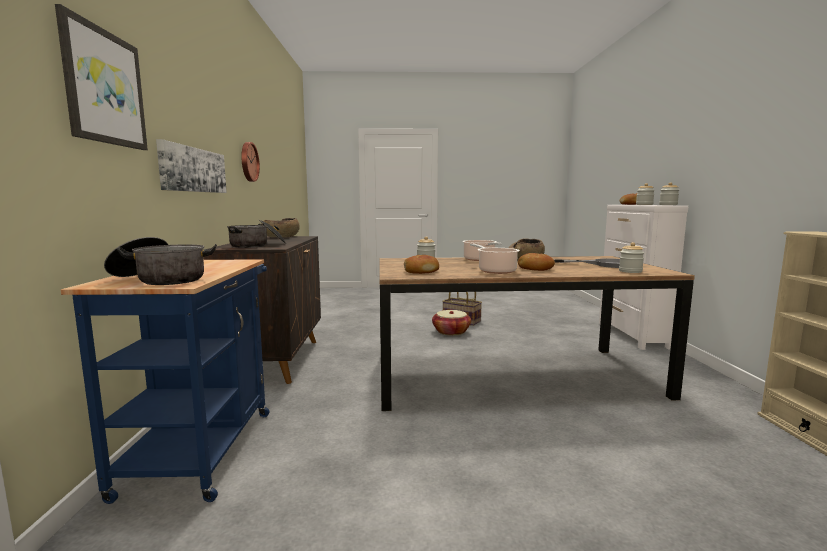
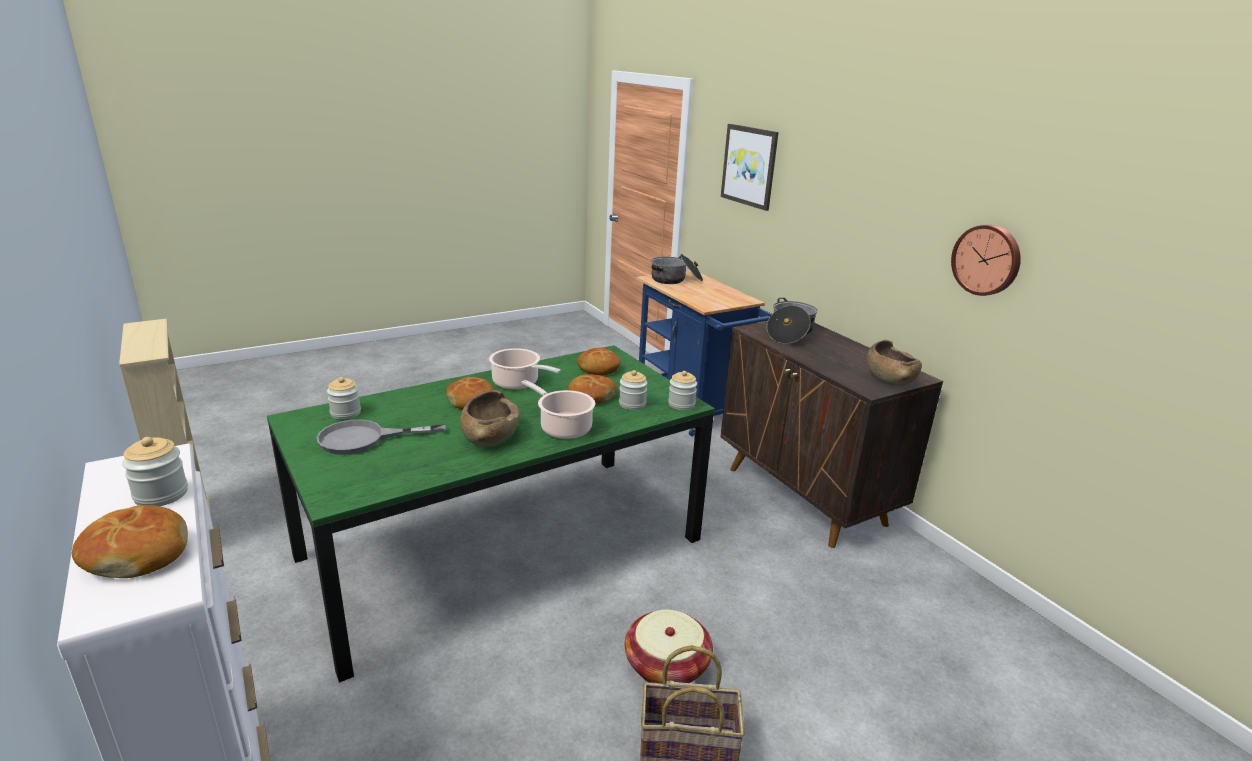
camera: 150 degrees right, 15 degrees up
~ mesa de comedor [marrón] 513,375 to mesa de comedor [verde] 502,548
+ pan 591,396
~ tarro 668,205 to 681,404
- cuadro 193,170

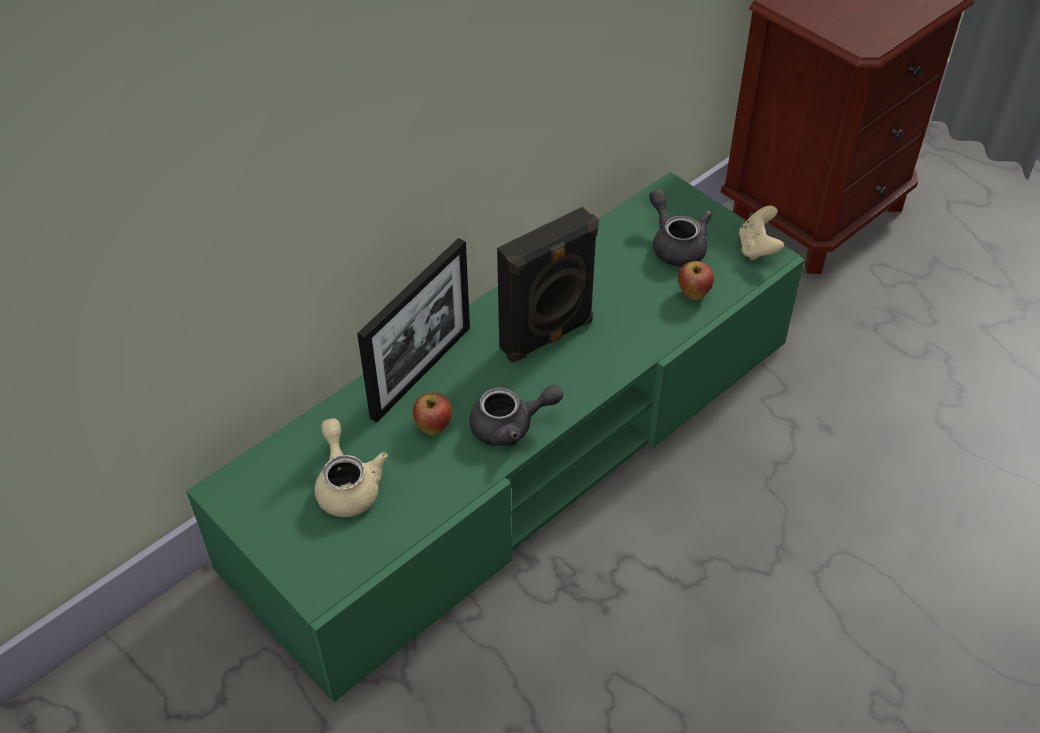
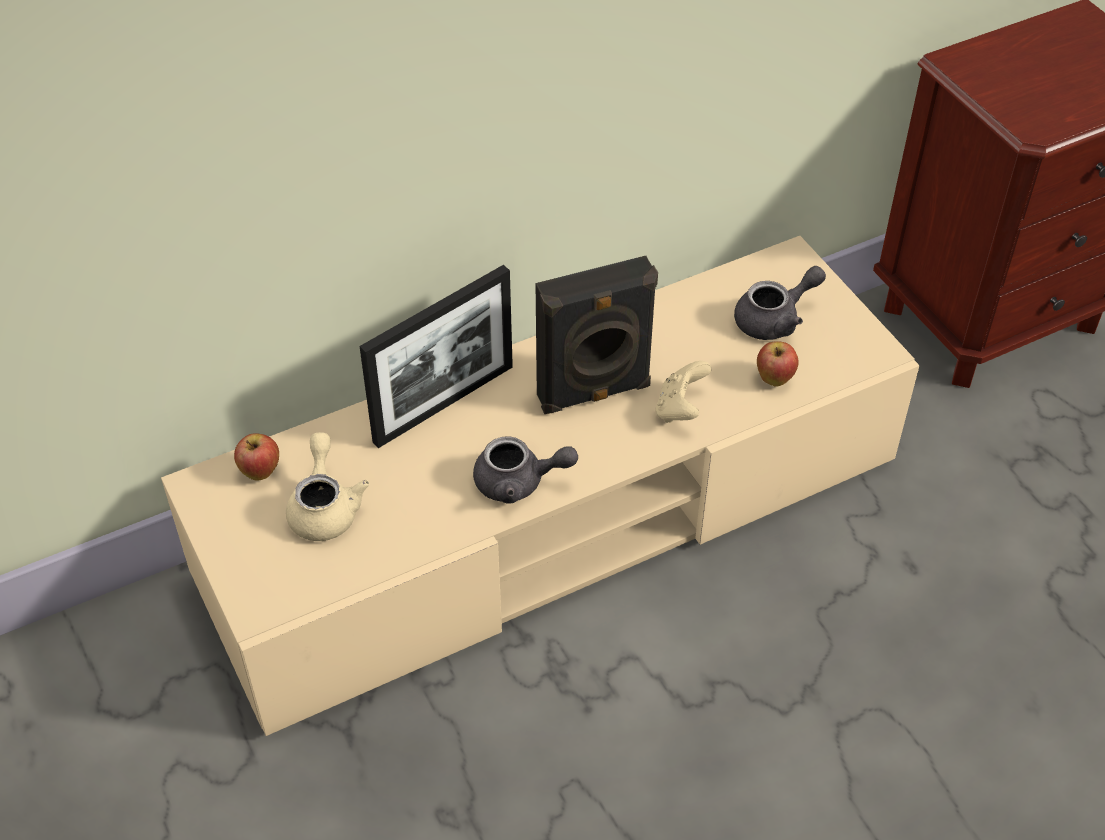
camera: 15 degrees right, 0 degrees up
~ mueble de televisión [verde] 520,453 to mueble de televisión [beis] 552,518
~ manzana 433,427 to 260,472
~ mando de consola [beis] 757,248 to 680,409
~ tetera [gris] 675,244 = 775,319 75 degrees clockwise

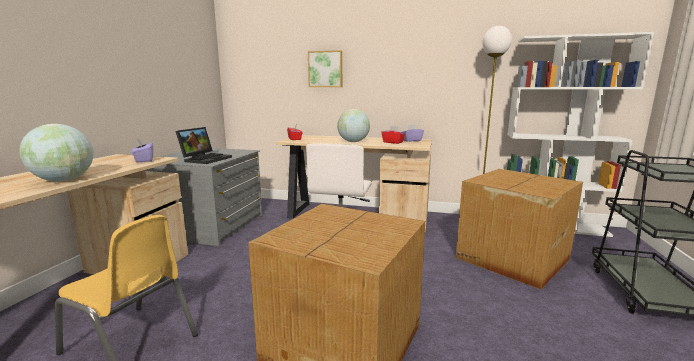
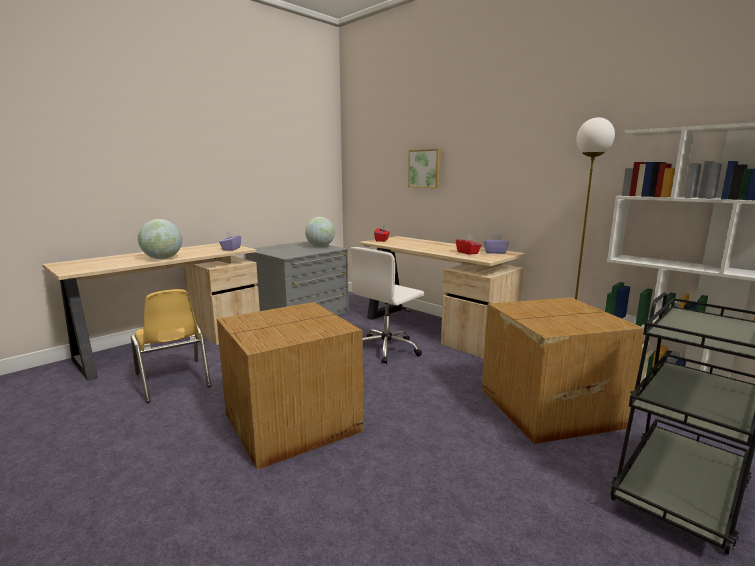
camera: 30 degrees right, 0 degrees up
~ globo terráqueo 353,142 to 320,246
- portátil 206,159

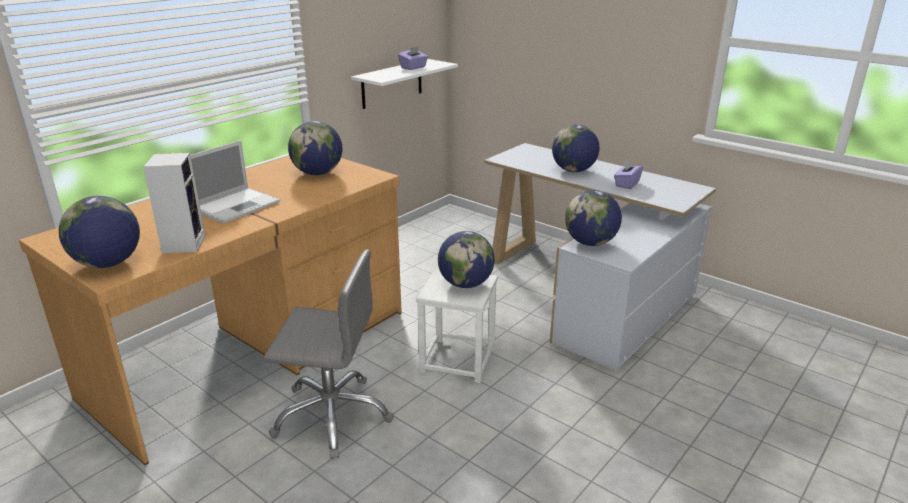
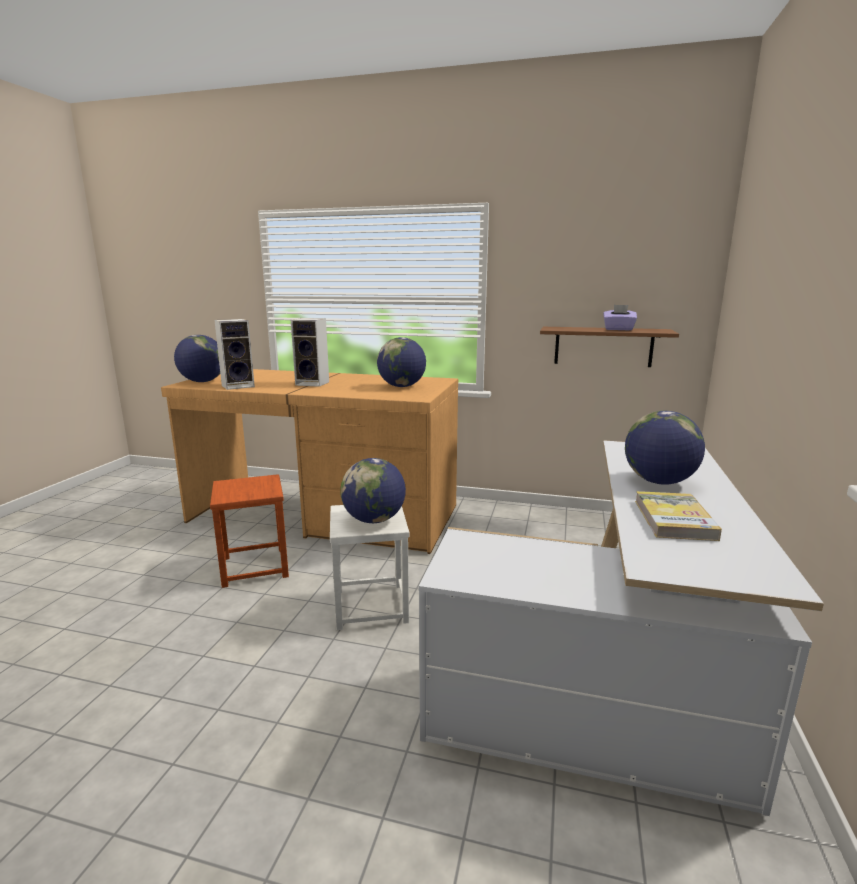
camera: 65 degrees right, 10 degrees down
~ silla de oficina [gris] 332,415 to taburete [marrón] 255,567
~ portátil 237,205 to altavoz 314,383
~ estante [blanco] 392,83 to estante [marrón] 603,346
~ caja de pañuelos [morado] 626,184 to libro 674,519
- globo terráqueo 590,243

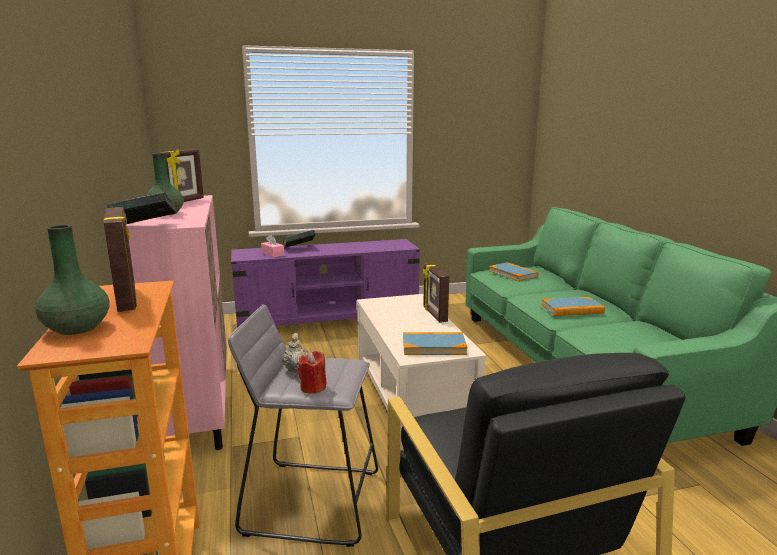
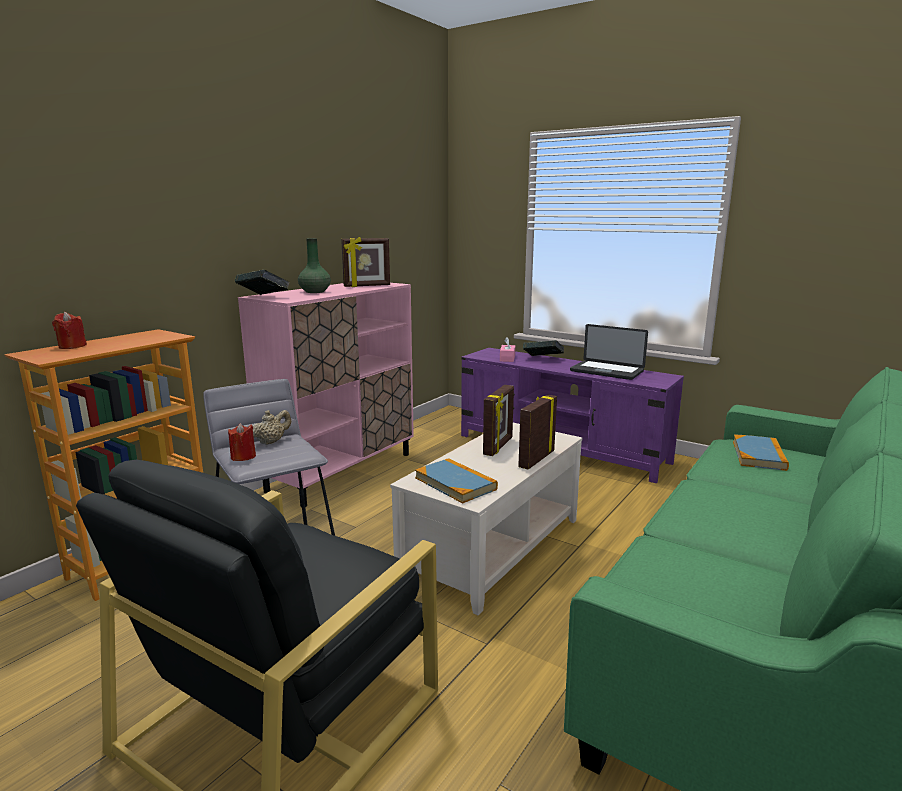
camera: 50 degrees right, 0 degrees up
~ florero [verde] 76,328 to vela [rojo] 72,346
~ portarretratos 128,298 to 499,446
+ portátil 606,371
- libro 572,309

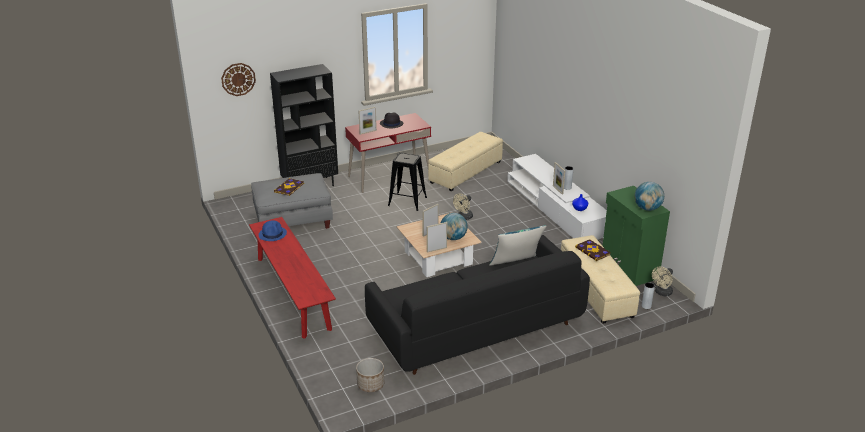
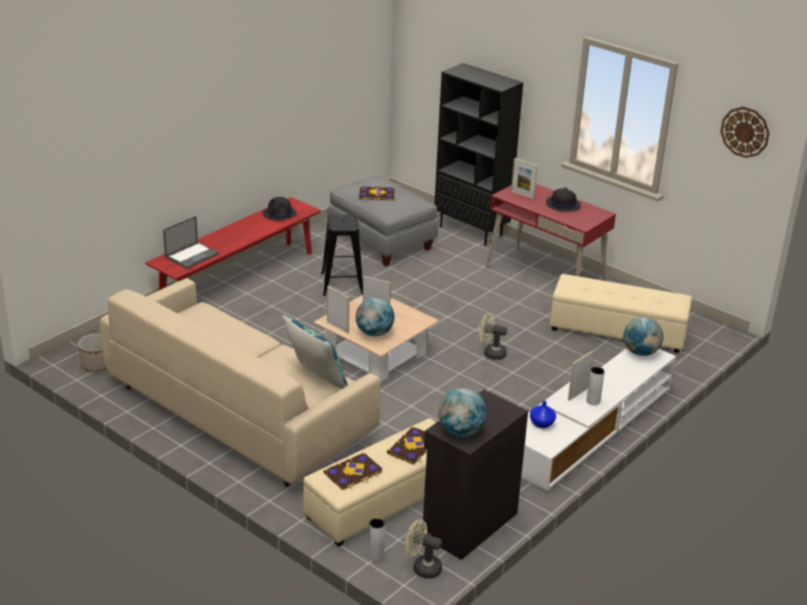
camera: 65 degrees right, 0 degrees up
~ sofá [negro] 475,327 to sofá [beis] 239,412
+ portátil 192,255
~ sombrero [azul] 273,234 to sombrero [negro] 280,214
~ taburete [negro] 407,201 to 342,284
+ libro 353,473
~ armario [verde] 628,268 to armario [negro] 468,524
+ globo terráqueo 640,353
~ reloj de pared 238,79 to 745,132

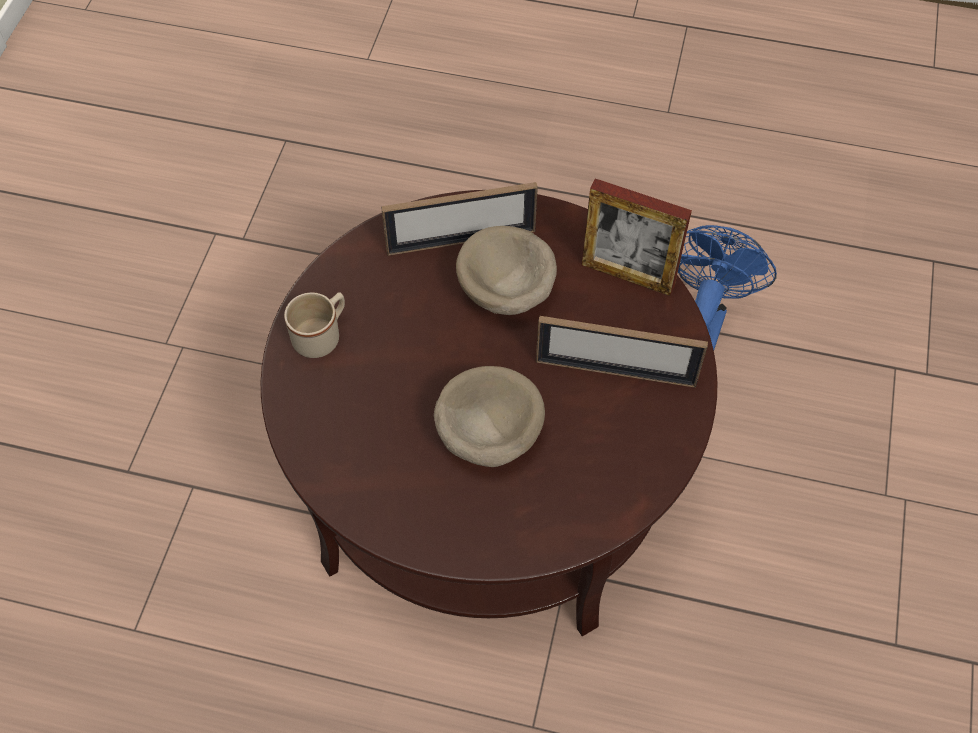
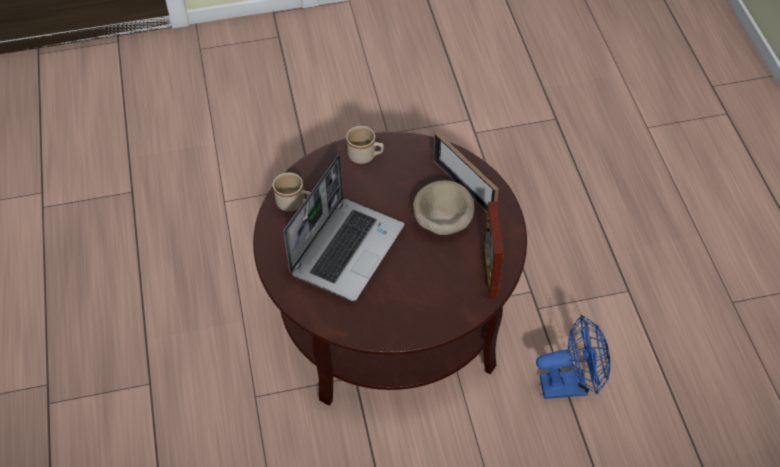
camera: 65 degrees right, 5 degrees down
+ taza grande [beis] 294,203
~ cuenco [beis] 487,434 to portátil 347,248
- portarretratos 615,372

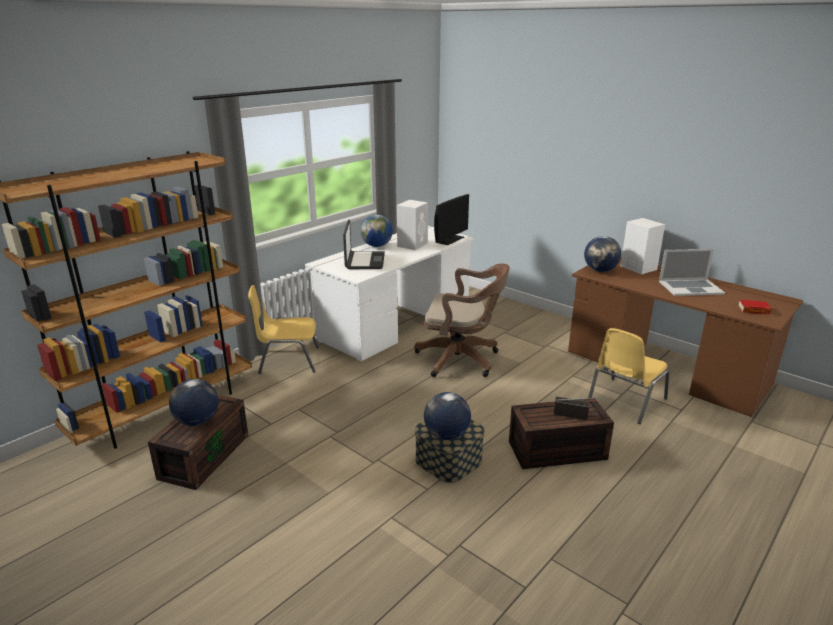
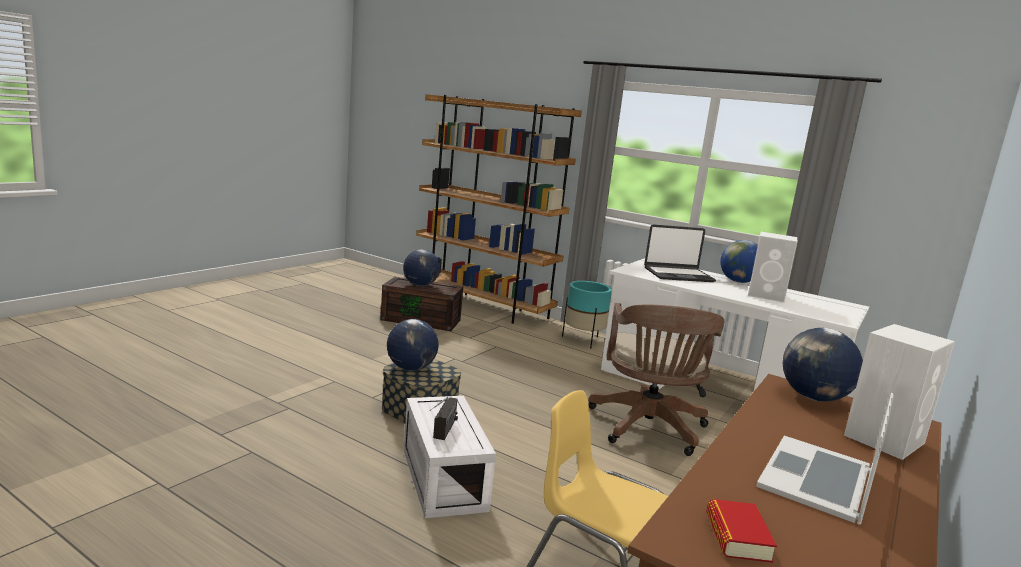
camera: 80 degrees right, 10 degrees down
~ caja de almacenaje [marrón] 556,451 to caja de almacenaje [blanco] 441,478
~ silla [amarillo] 288,360 to maceta [turquesa] 583,340
~ portátil 690,287 = 819,478 45 degrees clockwise
- monitor 450,240

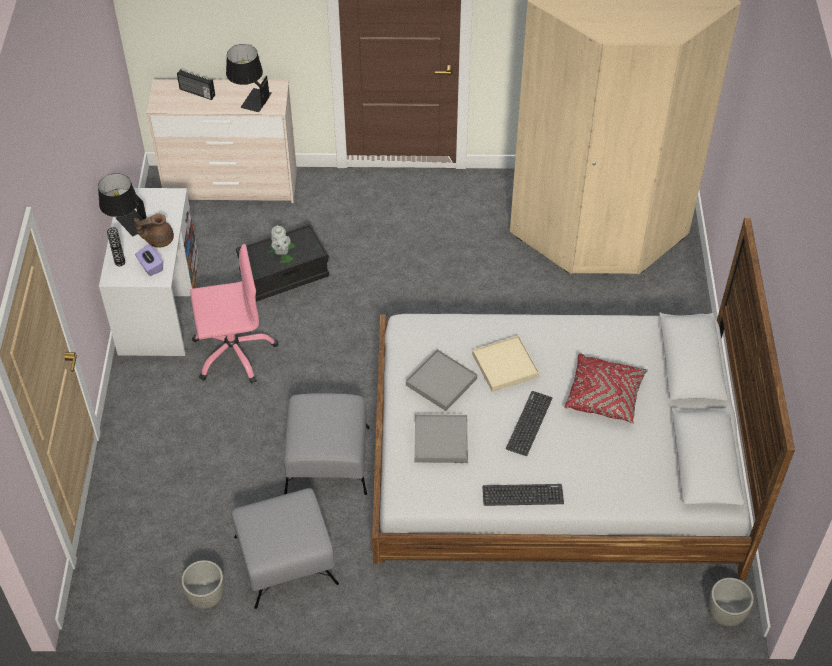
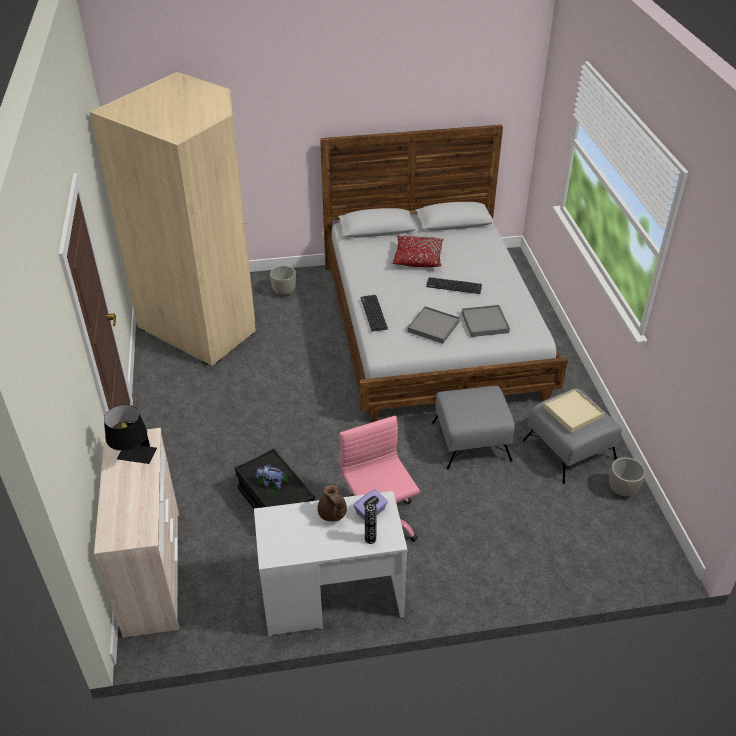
camera: 100 degrees left, 10 degrees down
~ tetera [gris] 281,250 to peluche 271,483
~ maceta [gris] 725,614 to 284,292
~ teclado 522,495 to 373,313
~ bandeja [beis] 505,365 to 572,412
- lámpara de mesa [negro] 126,225
- radio 197,93

